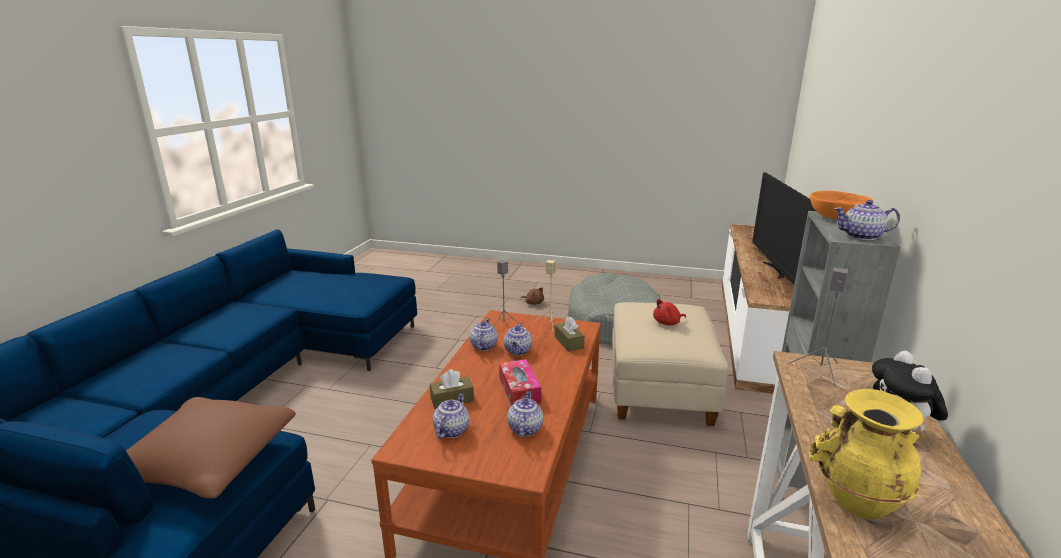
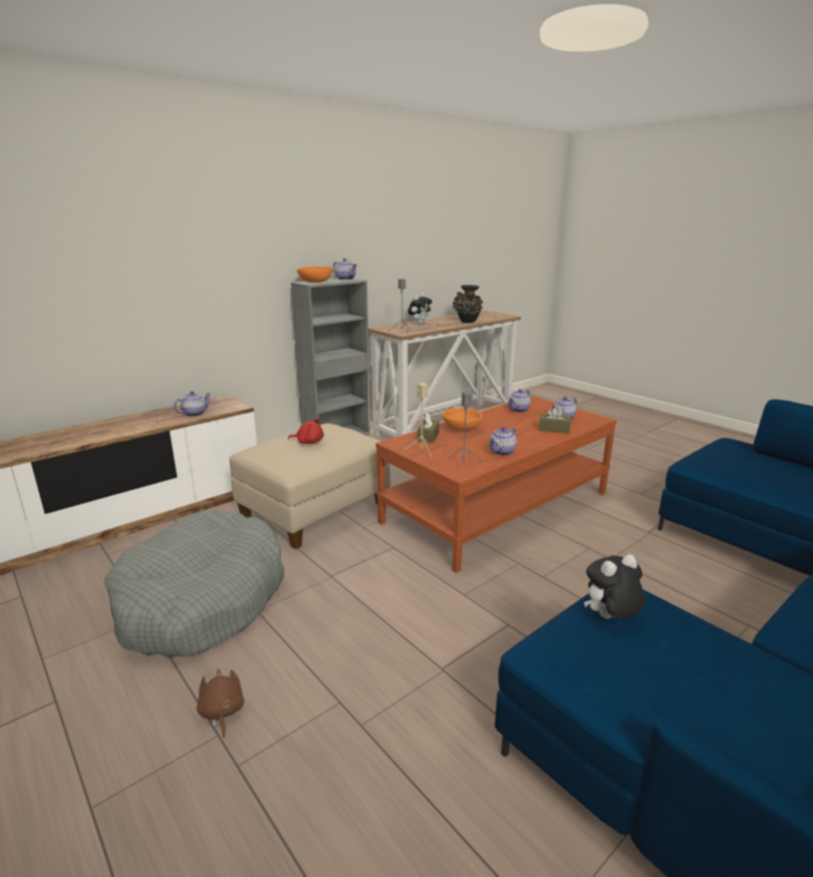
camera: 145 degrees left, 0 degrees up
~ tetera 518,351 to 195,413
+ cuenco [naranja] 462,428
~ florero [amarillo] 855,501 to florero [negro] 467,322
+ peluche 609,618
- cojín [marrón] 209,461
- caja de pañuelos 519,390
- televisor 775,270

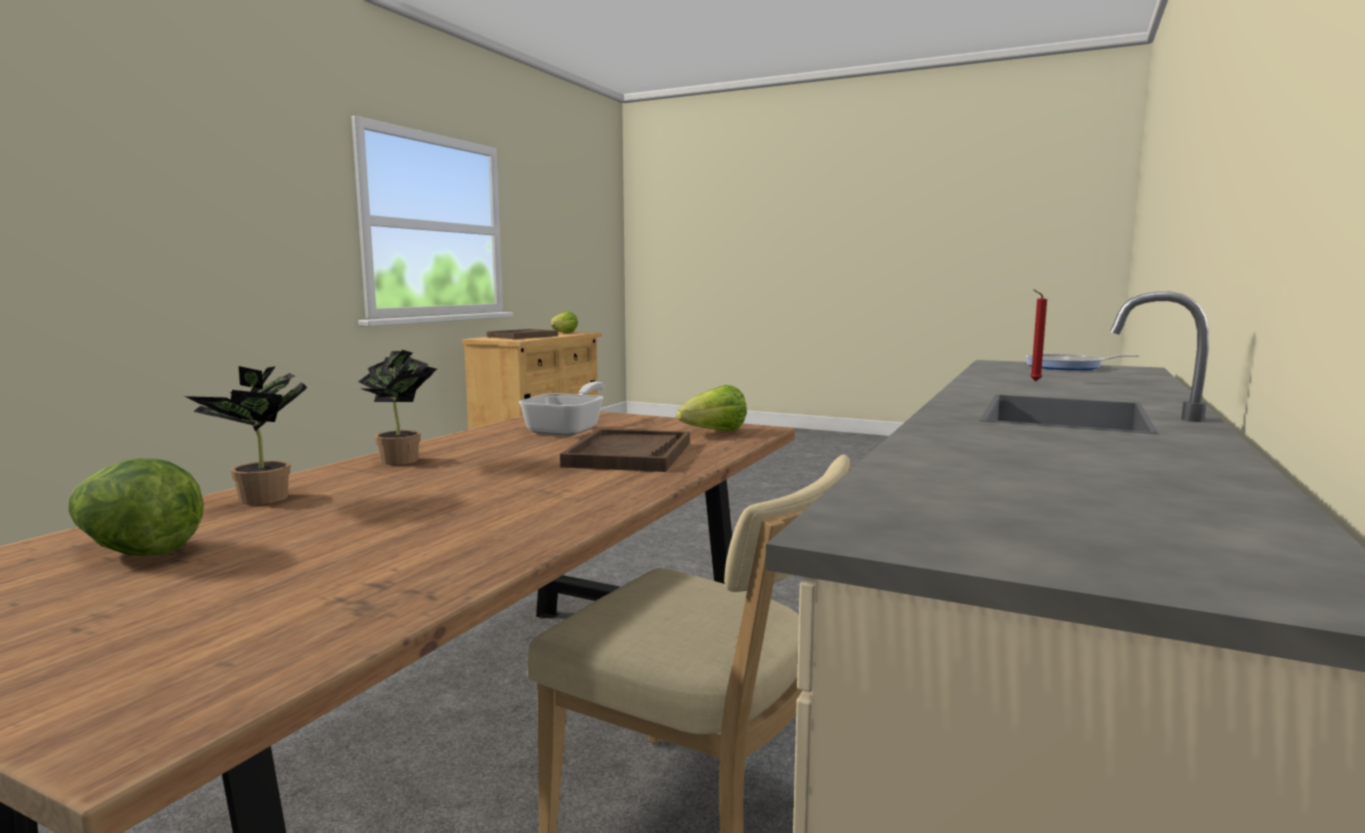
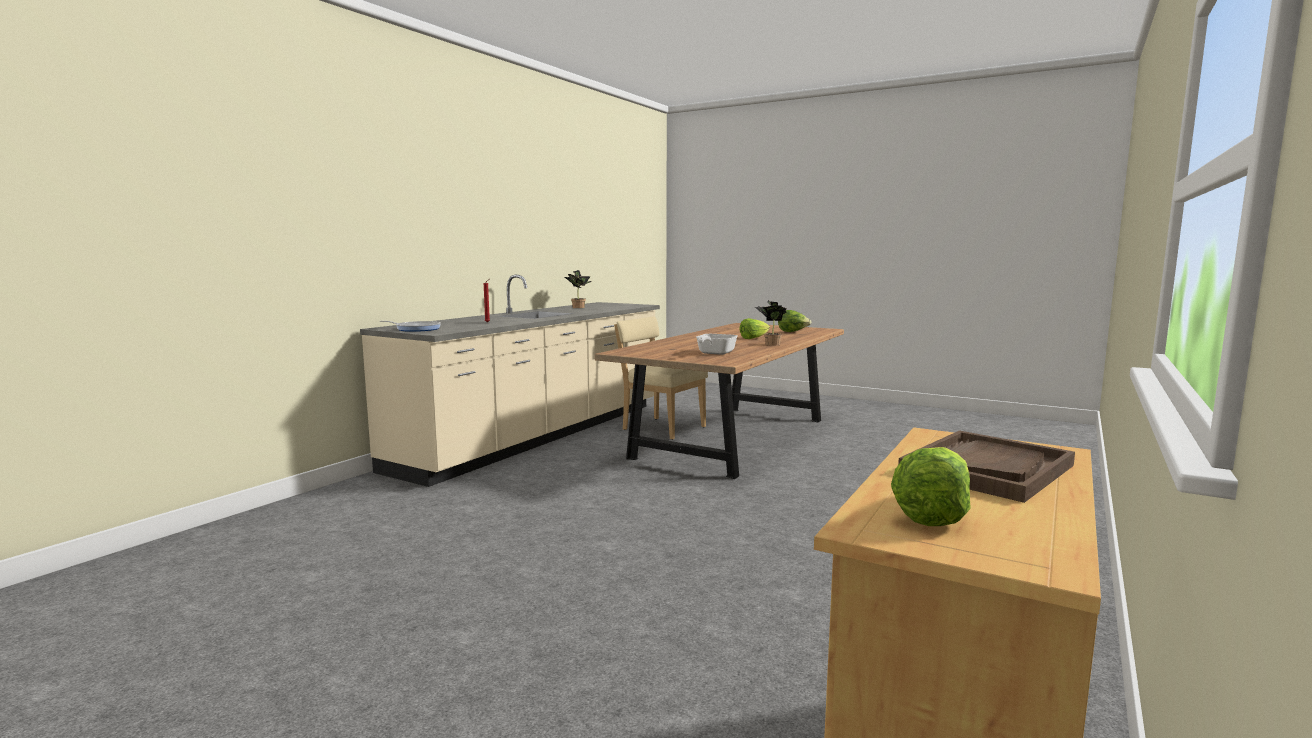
camera: 175 degrees left, 0 degrees up
~ planta en maceta 260,500 to 578,307
~ lechuga 713,433 to 753,338
- bandeja [marrón] 629,454

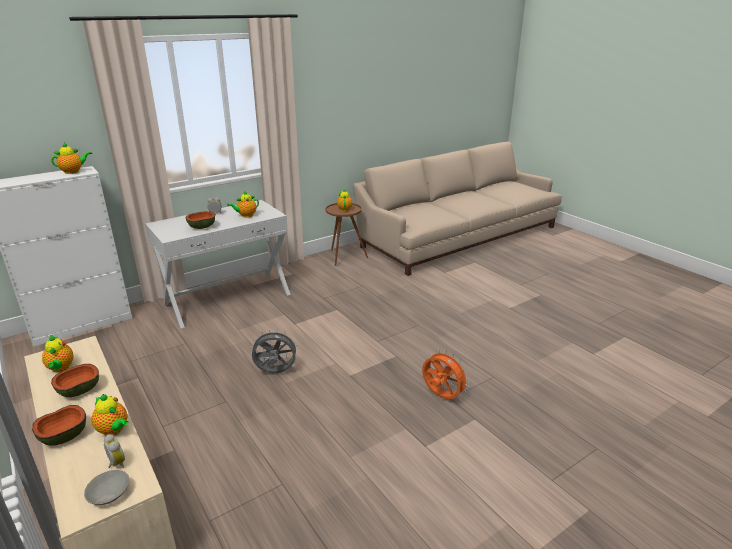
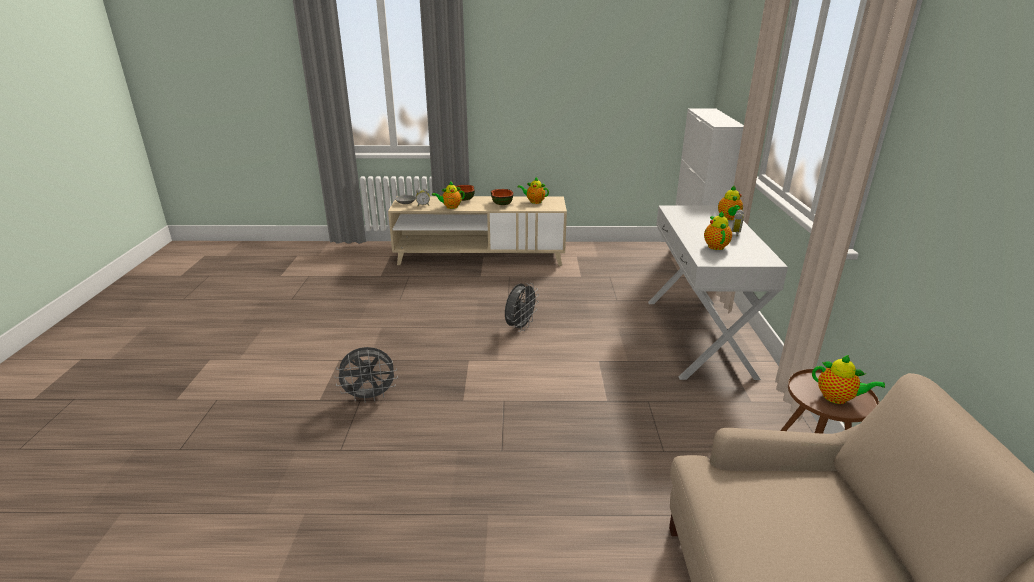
camera: 125 degrees right, 0 degrees up
~ ventilador [naranja] 441,396 to ventilador [gris] 370,397
~ tetera 73,171 to 729,218
- cuenco 201,227

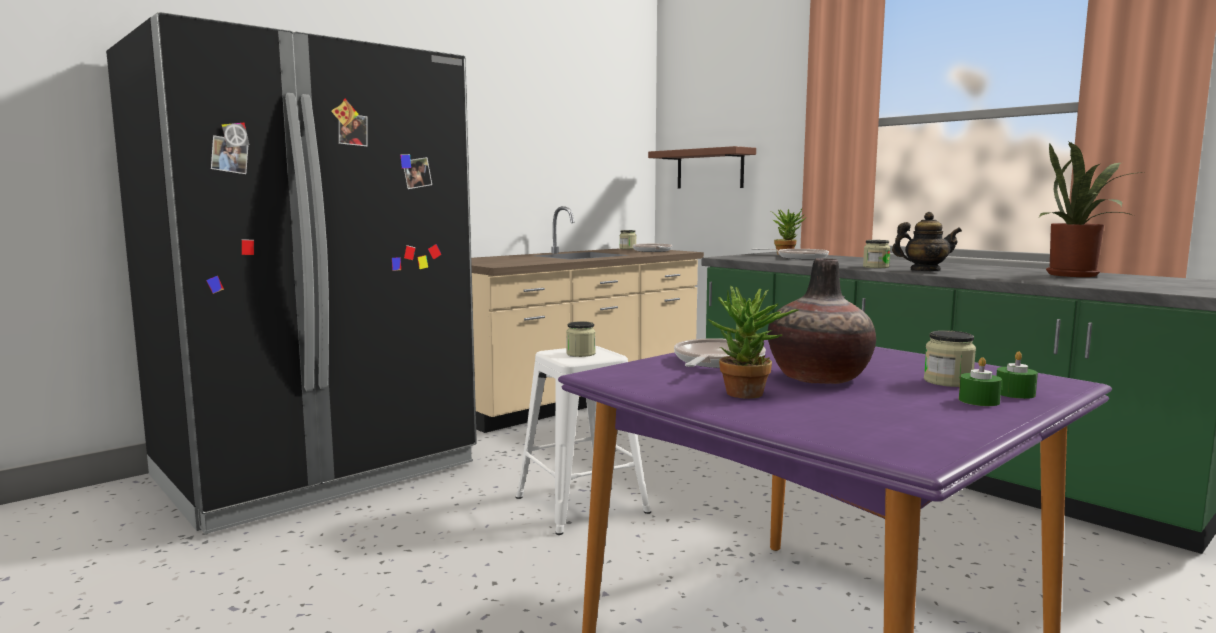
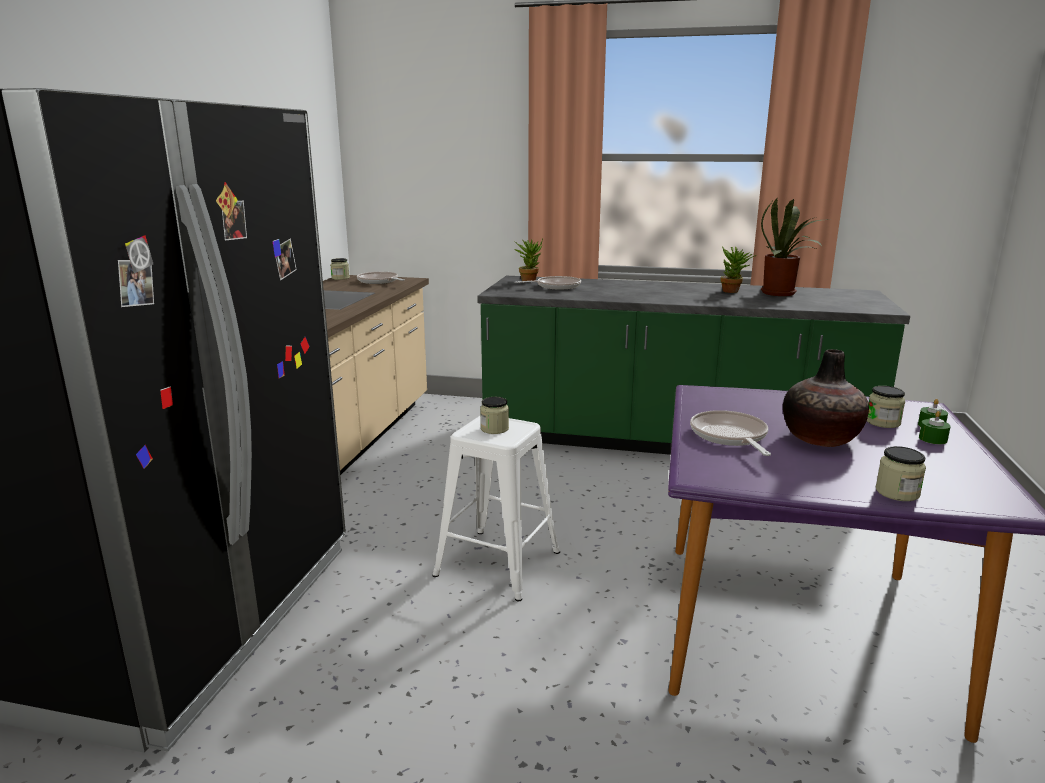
camera: 35 degrees left, 10 degrees up
~ planta en maceta 749,396 to 733,291
~ tarro 875,267 to 897,492
- estante [marrón] 710,169
- tetera 924,271

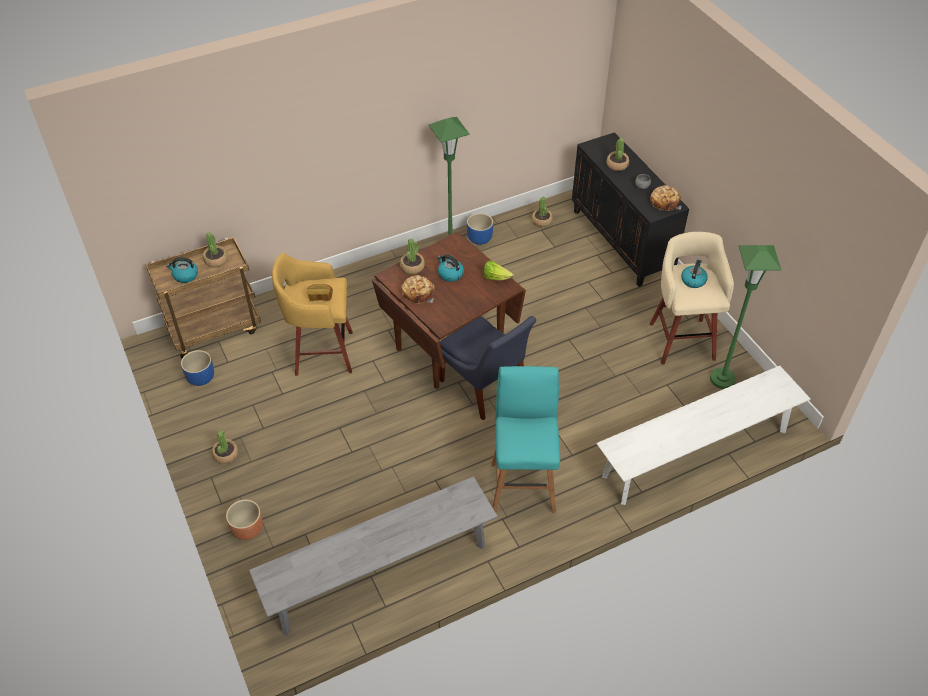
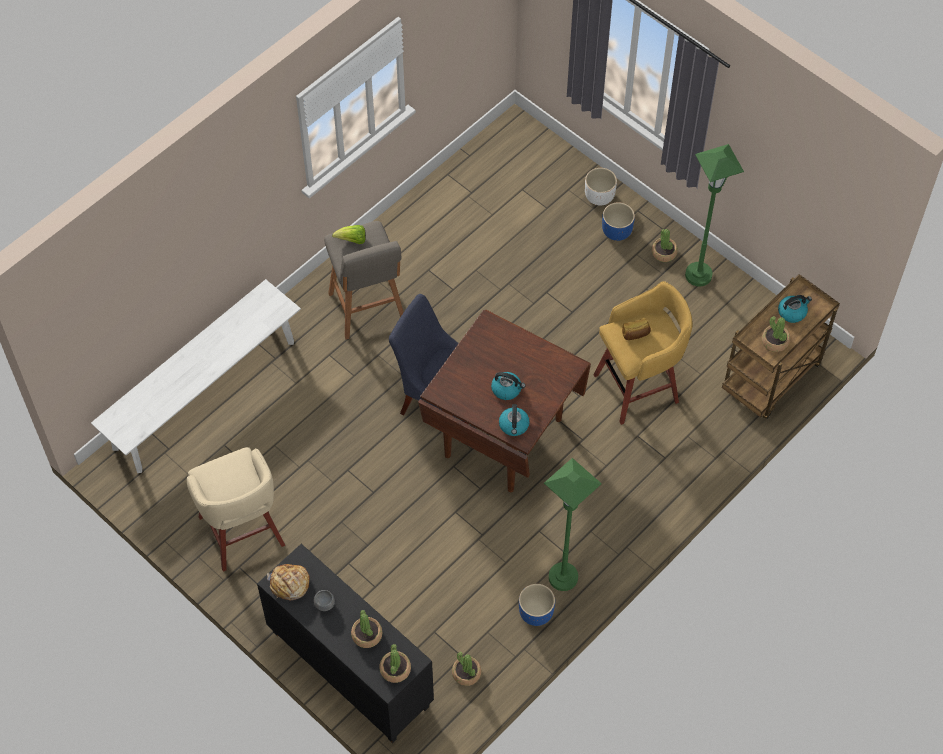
camera: 160 degrees right, 10 degrees up
~ taburete [turquesa] 523,485 to taburete [gris] 368,310
~ lechuga 495,277 to 352,240
~ planta en maceta 412,267 to 395,669
~ hervidor 693,280 to 514,425
~ maceta [marrón] 247,529 to maceta [blanco] 599,197
~ maceta [azul] 201,378 to 617,231
~ lámpara de pie [verde] 722,379 to 698,275
- banco [gris] 379,573
- pan 418,293

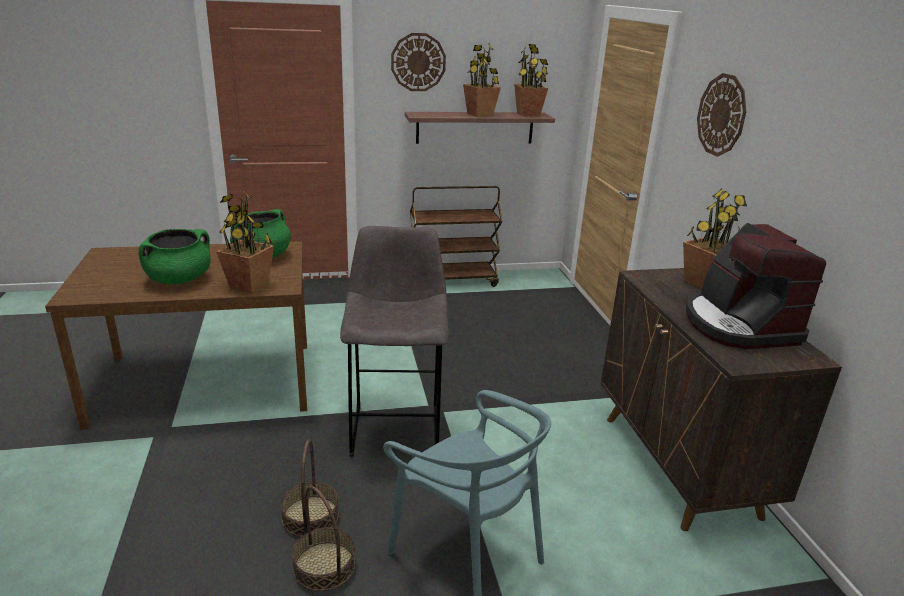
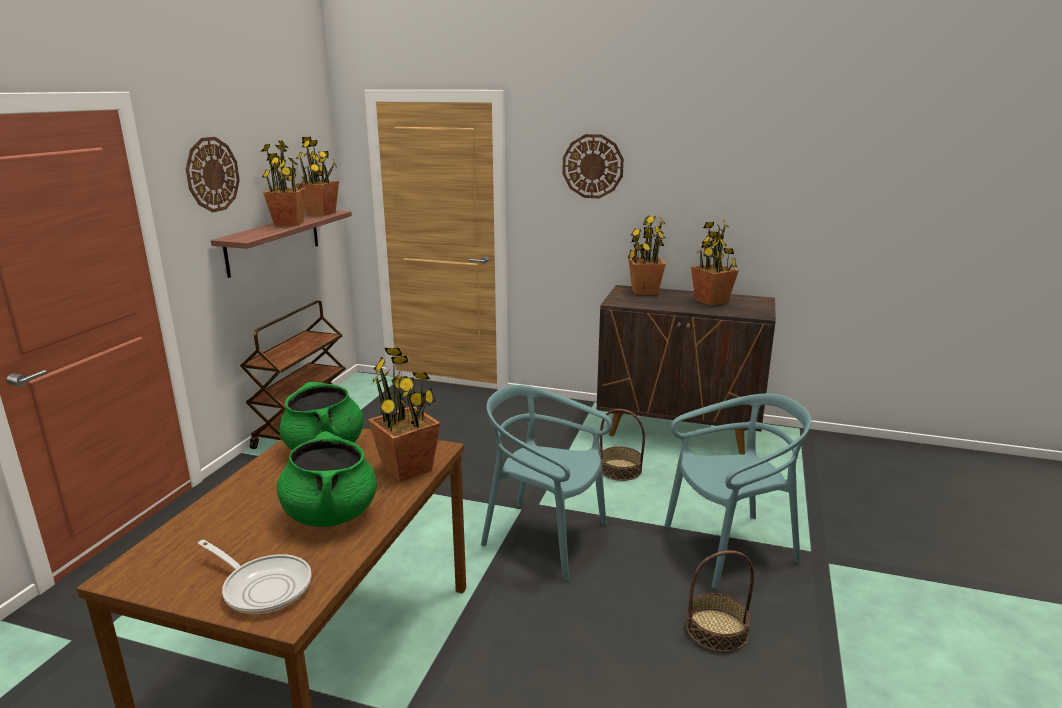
camera: 60 degrees left, 5 degrees down
+ sartén 263,587
~ taburete [gris] 396,429 to silla [turquesa] 545,537
~ cesta 311,516 to 620,469
~ cafetera 738,325 to planta en maceta 711,301

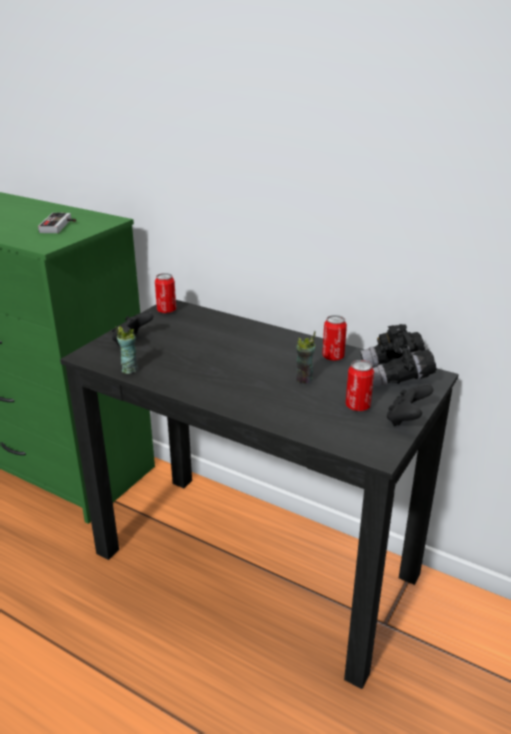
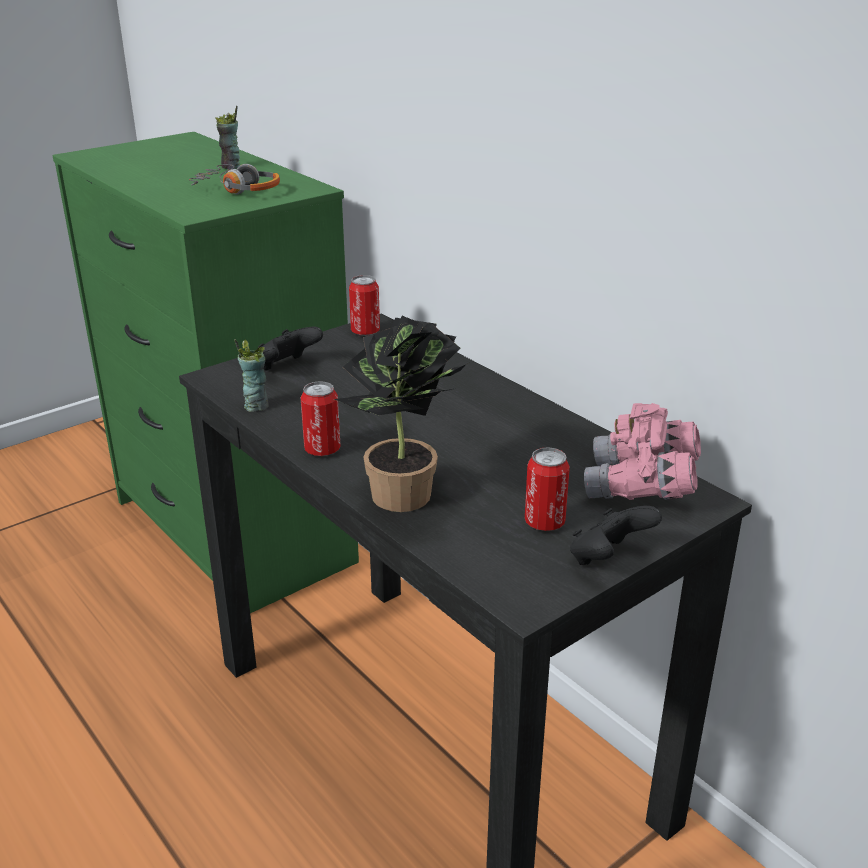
camera: 20 degrees right, 0 degrees up
~ mando de consola 60,226 to auriculares 238,189
~ taza 304,379 to 231,167
~ lata 333,357 to 322,450
+ planta en maceta 407,499
~ prismáticos [negro] 395,375 to prismáticos [rosa] 641,487

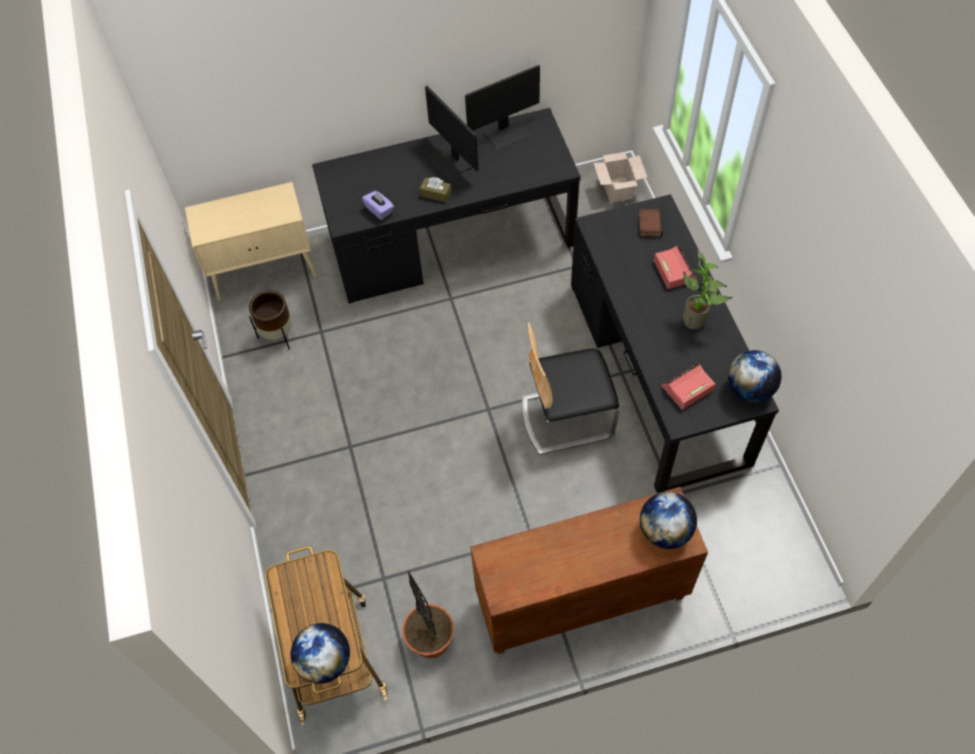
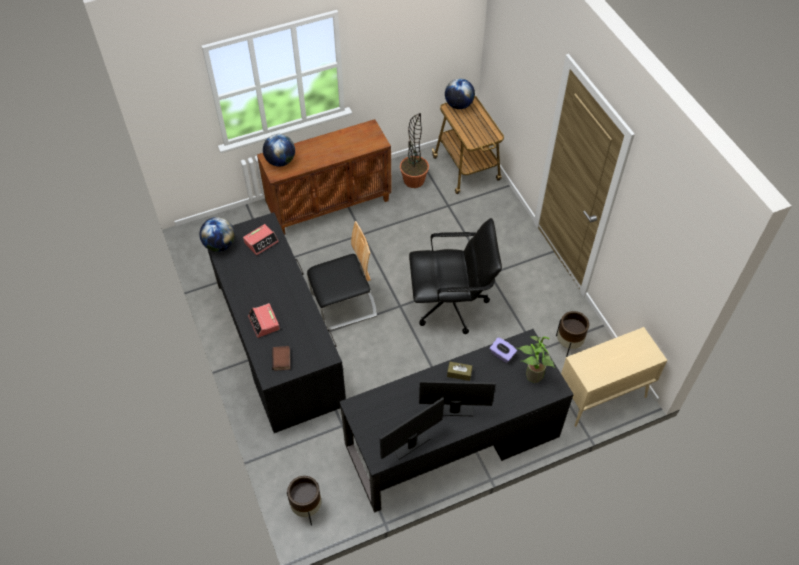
camera: 170 degrees right, 5 degrees down
~ caja de cartón 618,190 to maceta [marrón] 307,508
+ silla de oficina [negro] 451,305
~ monitor 450,161 = 454,406 45 degrees counterclockwise
~ planta en maceta 697,320 to 531,376

